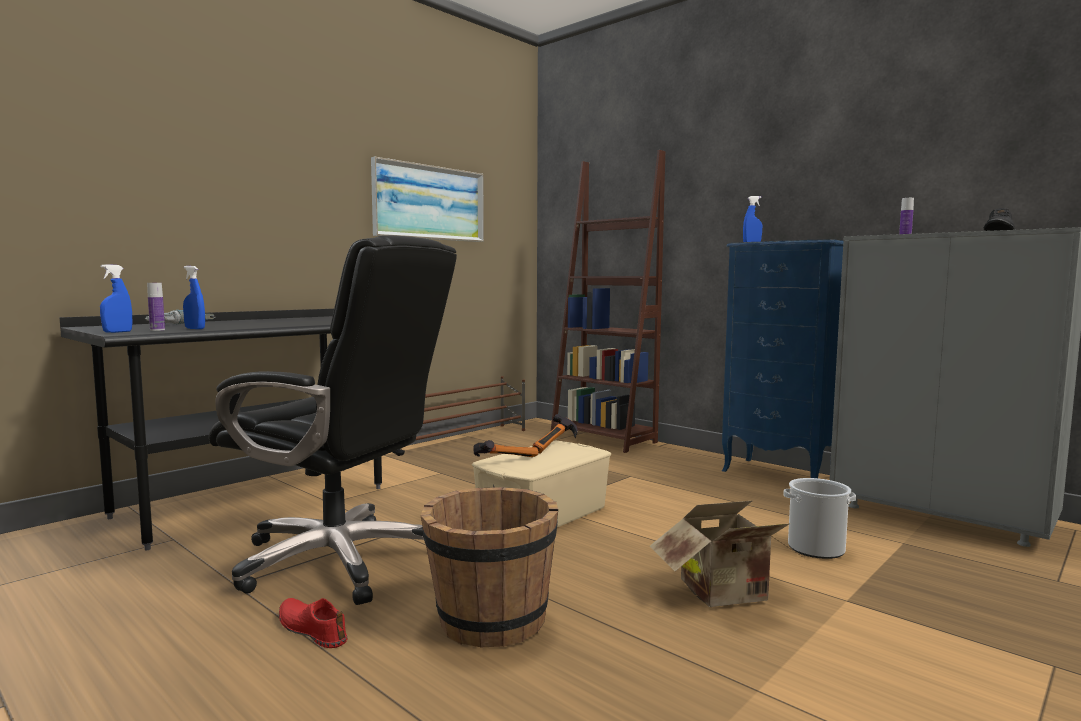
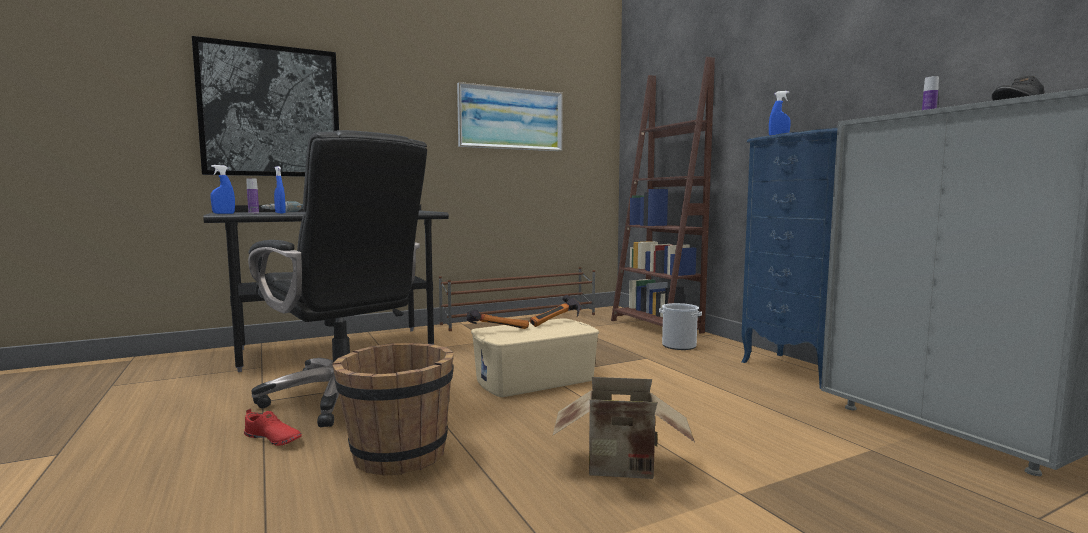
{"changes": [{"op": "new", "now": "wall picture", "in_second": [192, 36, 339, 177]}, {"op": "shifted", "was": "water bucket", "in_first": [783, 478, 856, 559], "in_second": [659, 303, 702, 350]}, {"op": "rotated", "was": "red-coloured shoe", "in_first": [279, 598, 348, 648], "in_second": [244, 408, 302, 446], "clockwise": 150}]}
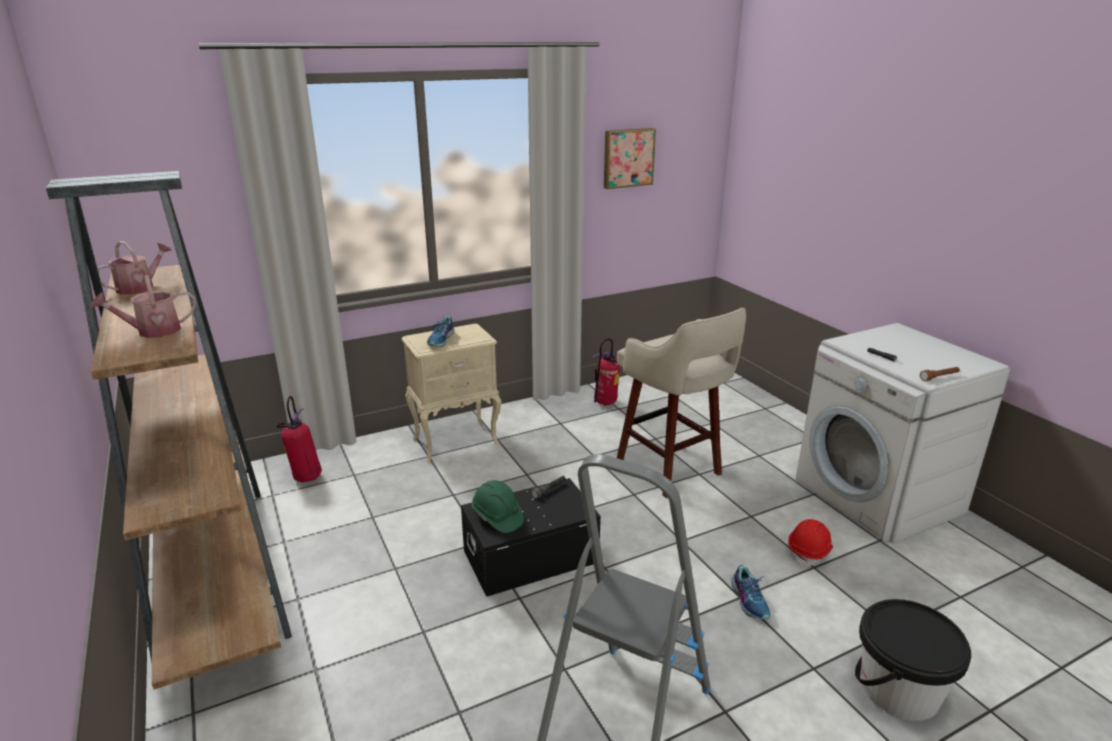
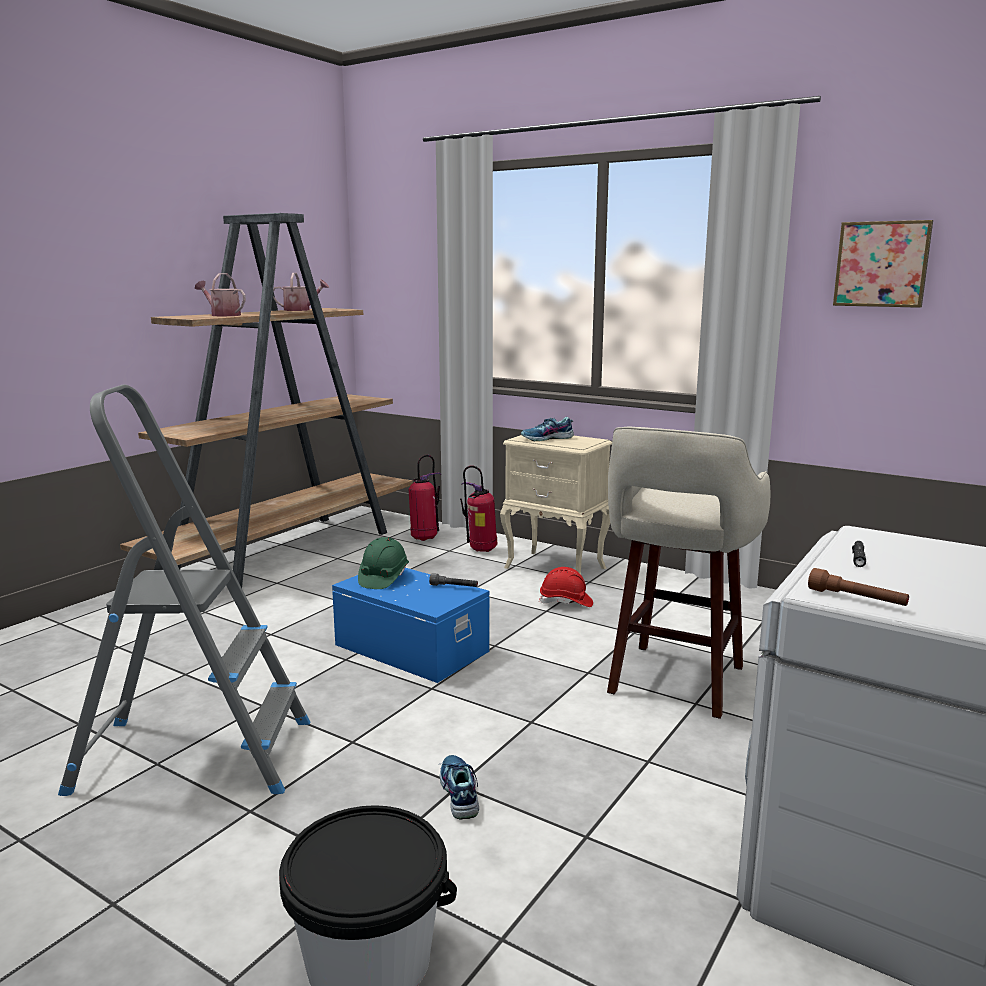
{"changes": [{"op": "shifted", "was": "fire-fighting cylinder", "in_first": [593, 339, 620, 406], "in_second": [460, 465, 497, 552]}, {"op": "shifted", "was": "red-coloured safety helmet", "in_first": [788, 519, 833, 567], "in_second": [539, 567, 593, 607]}, {"op": "repainted", "was": "black storage box", "now": "blue-coloured storage box", "in_first": [461, 478, 601, 597], "in_second": [332, 568, 489, 683]}, {"op": "rotated", "was": "shoe", "in_first": [731, 565, 771, 619], "in_second": [440, 755, 479, 820], "clockwise": 120}]}
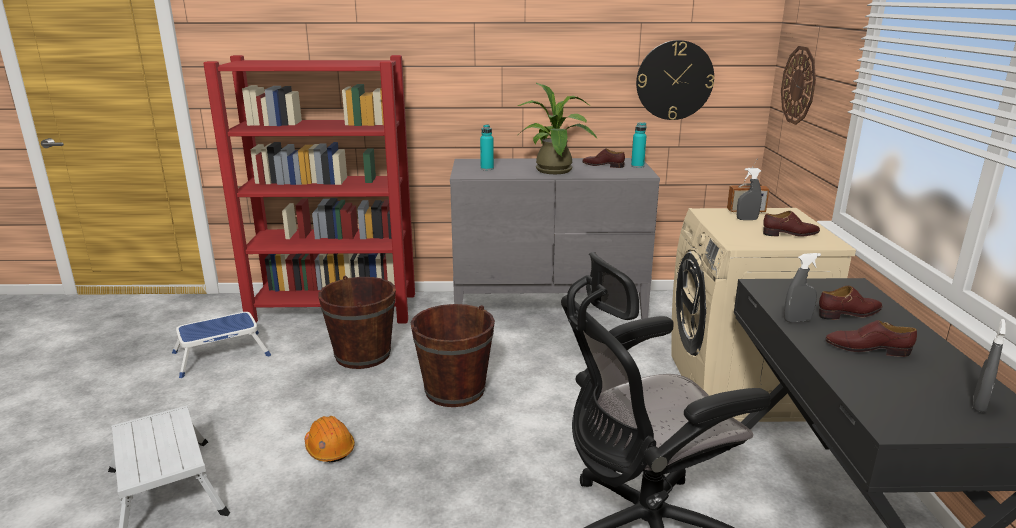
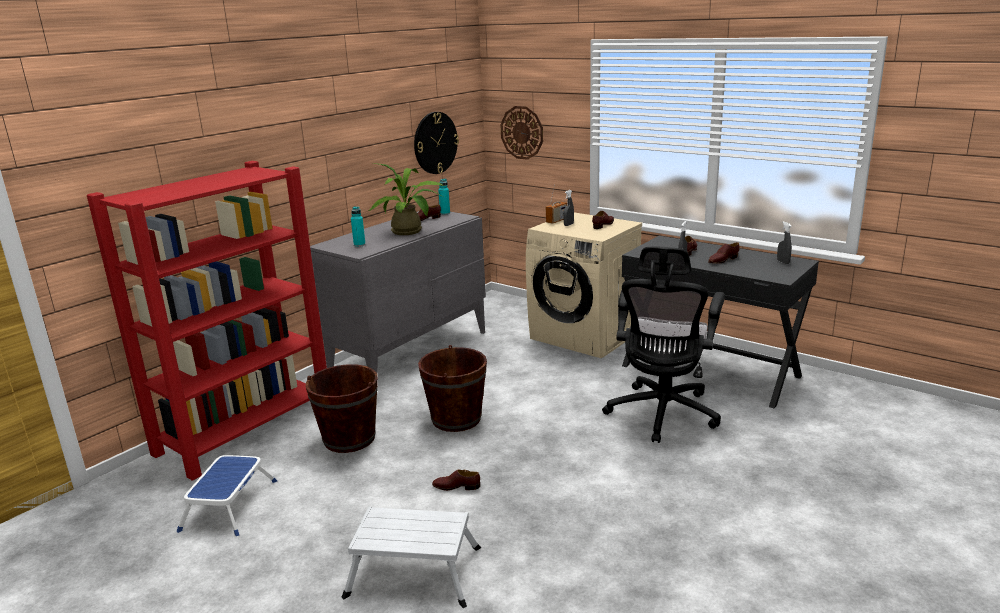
{"changes": [{"op": "swapped", "was": "orange-coloured safety helmet", "now": "brown shoe", "in_first": [305, 416, 355, 462], "in_second": [432, 470, 480, 491]}]}
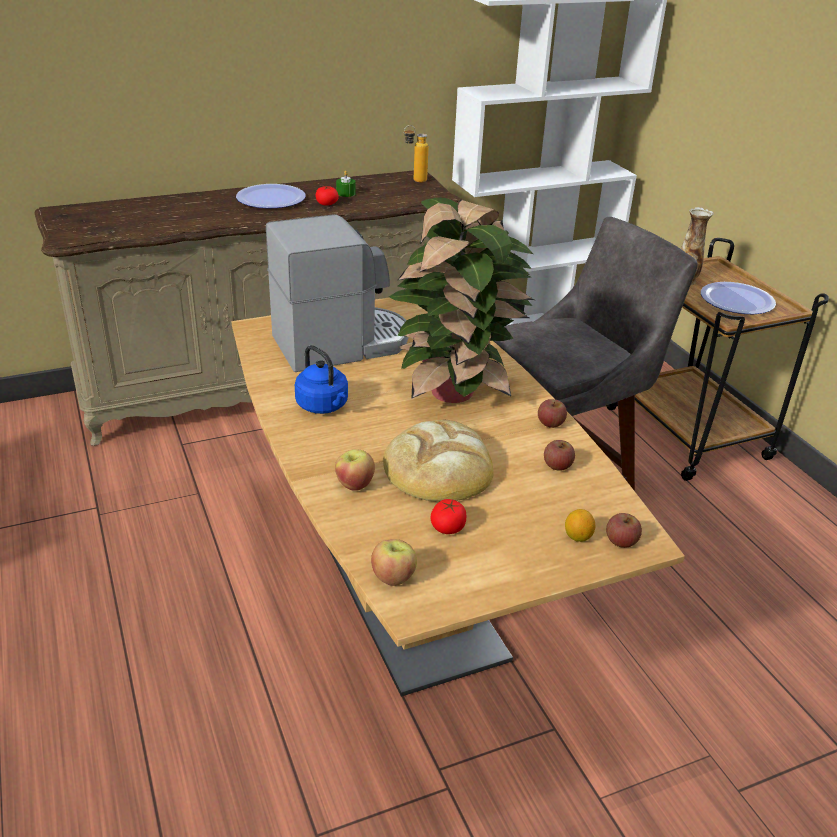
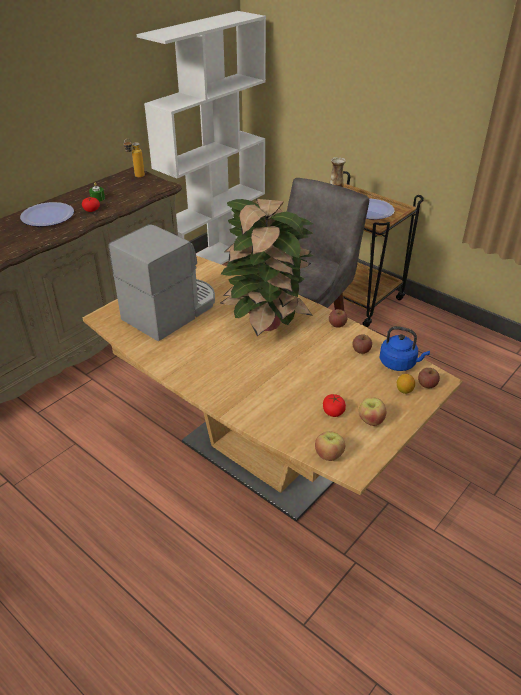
{"changes": [{"op": "gone", "was": "bakery bread", "in_first": [383, 420, 494, 501]}, {"op": "shifted", "was": "blue-coloured tea kettle", "in_first": [295, 345, 348, 414], "in_second": [380, 326, 430, 371]}, {"op": "shifted", "was": "apple", "in_first": [335, 449, 375, 491], "in_second": [359, 397, 386, 426]}]}
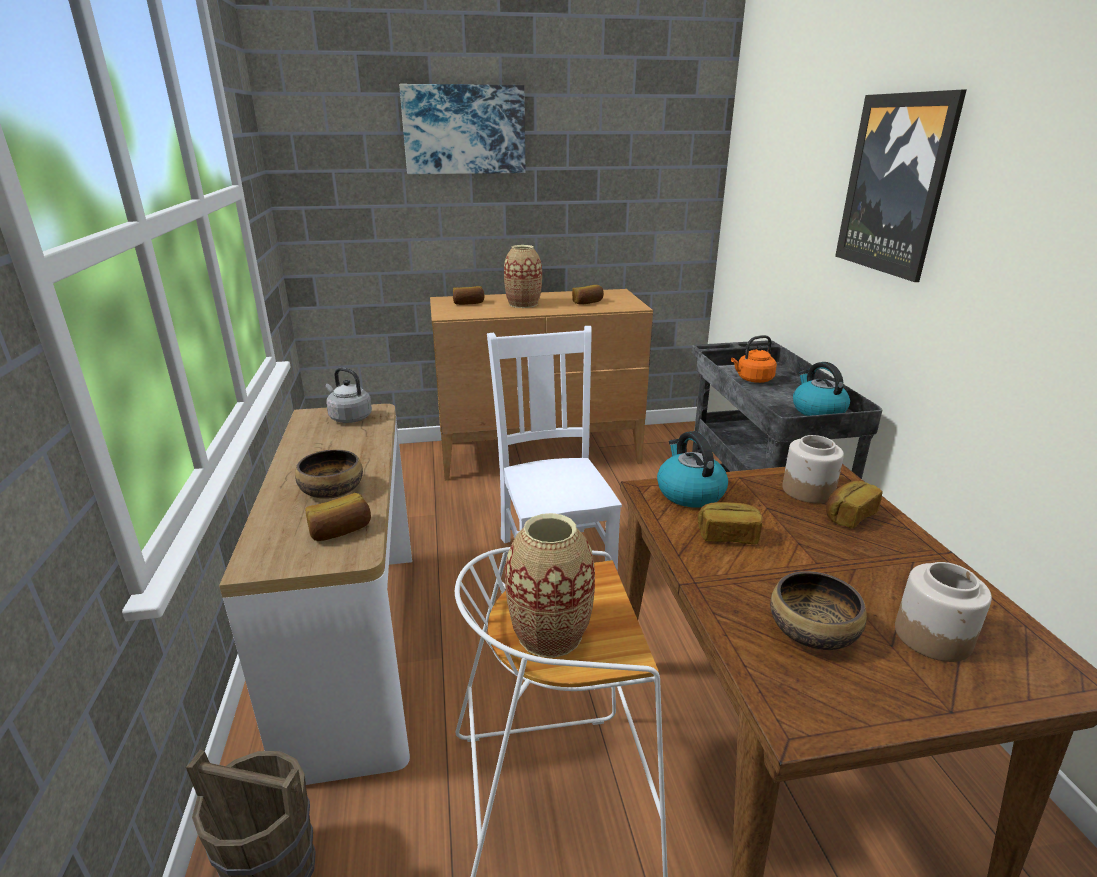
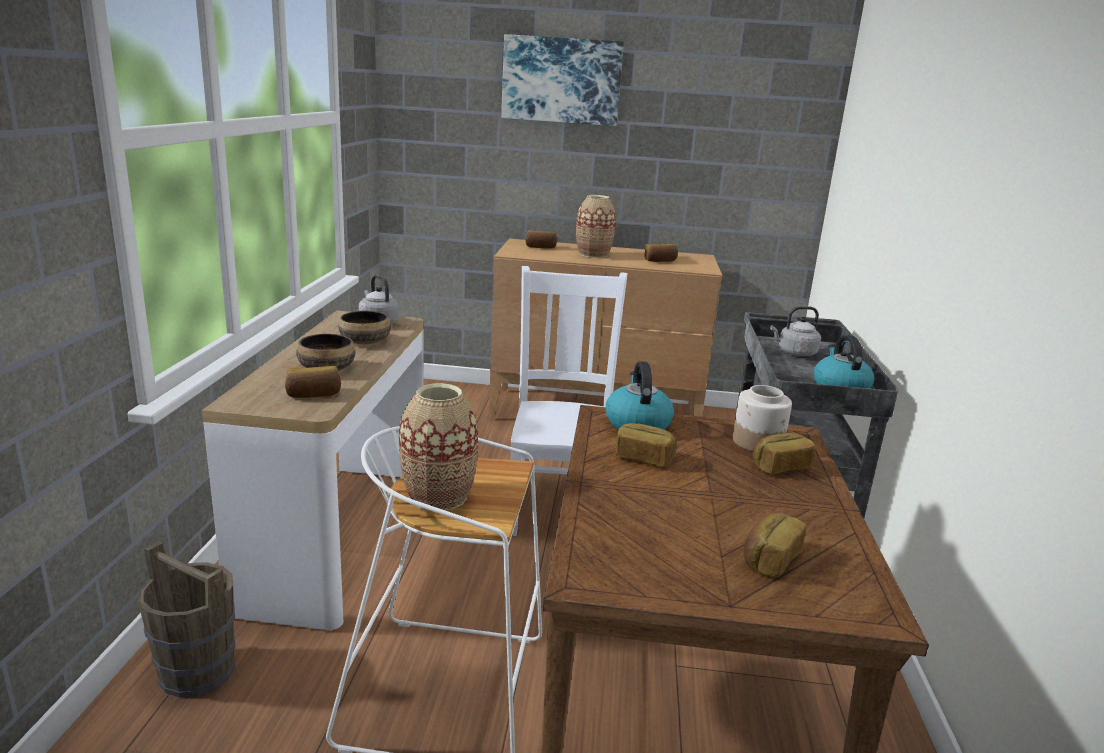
{"changes": [{"op": "gone", "was": "wall picture", "in_first": [835, 90, 966, 282]}, {"op": "shifted", "was": "bowl", "in_first": [770, 571, 867, 650], "in_second": [338, 311, 391, 344]}, {"op": "swapped", "was": "jar", "now": "bakery bread", "in_first": [895, 562, 992, 662], "in_second": [744, 513, 806, 577]}, {"op": "repainted", "was": "orange-coloured tea kettle", "now": "grey tea kettle", "in_first": [731, 335, 777, 383], "in_second": [770, 306, 821, 356]}]}
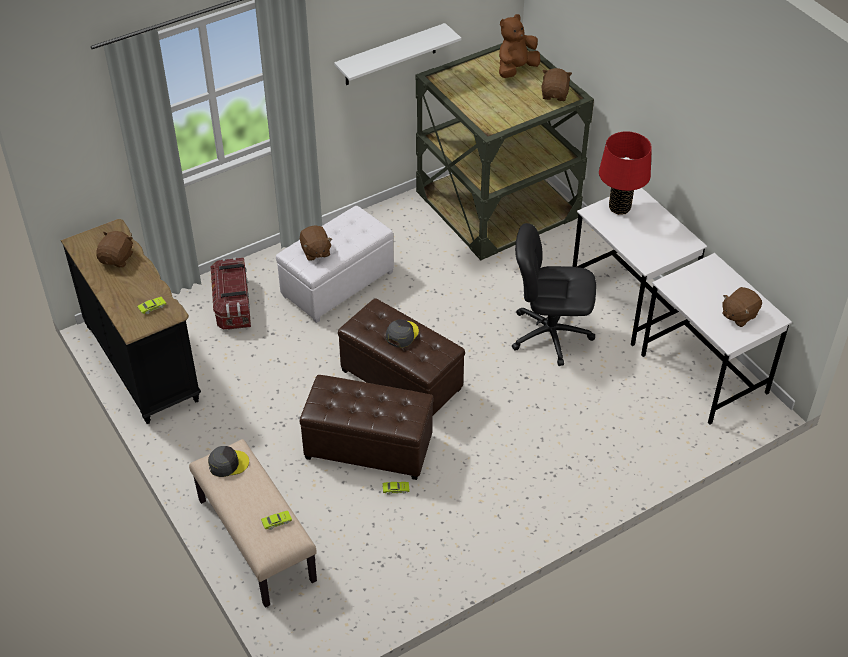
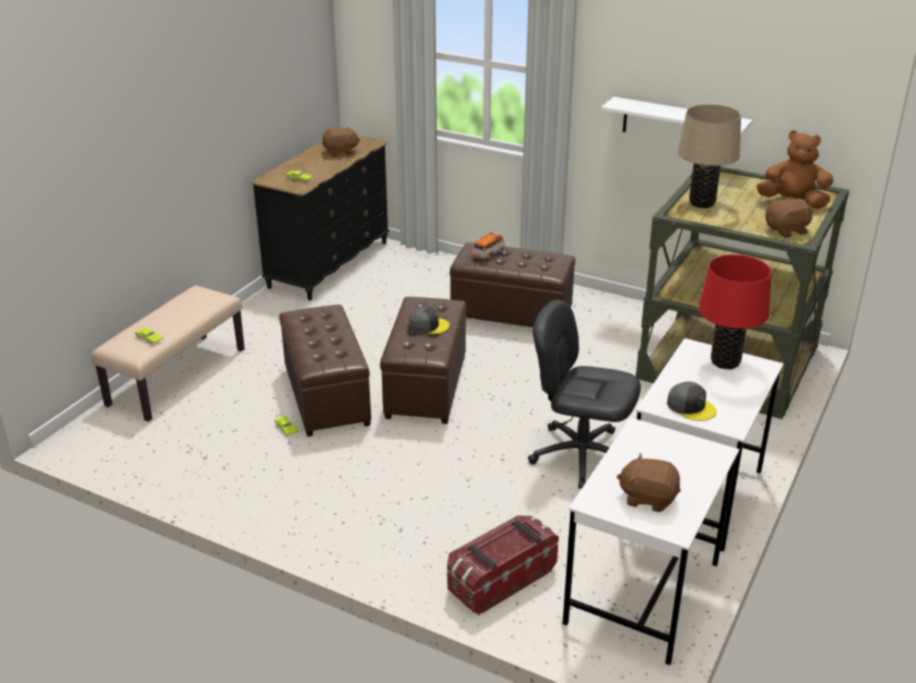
{"changes": [{"op": "new", "now": "sand-coloured table lamp", "in_second": [678, 104, 741, 208]}, {"op": "shifted", "was": "grey baseball cap", "in_first": [208, 446, 249, 477], "in_second": [667, 381, 717, 421]}, {"op": "shifted", "was": "storage box", "in_first": [211, 257, 251, 329], "in_second": [447, 515, 559, 615]}, {"op": "swapped", "was": "brown soft toy", "now": "model car", "in_first": [300, 225, 332, 261], "in_second": [472, 232, 505, 260]}, {"op": "repainted", "was": "whitish footrest", "now": "brown footrest", "in_first": [276, 206, 394, 323], "in_second": [450, 242, 575, 327]}, {"op": "rotated", "was": "black computer chair", "in_first": [512, 223, 596, 366], "in_second": [528, 300, 641, 489], "clockwise": -45}]}
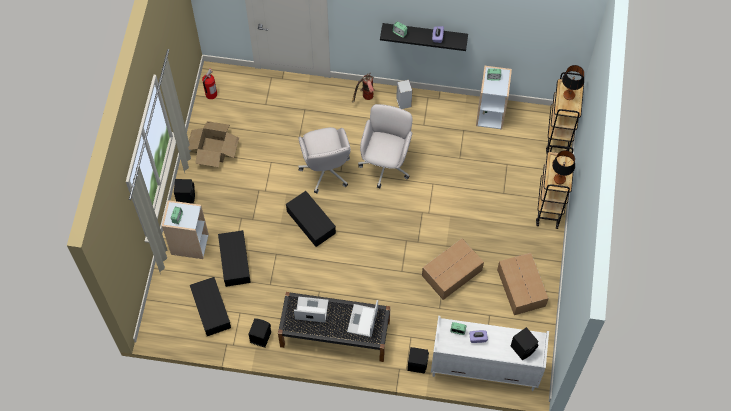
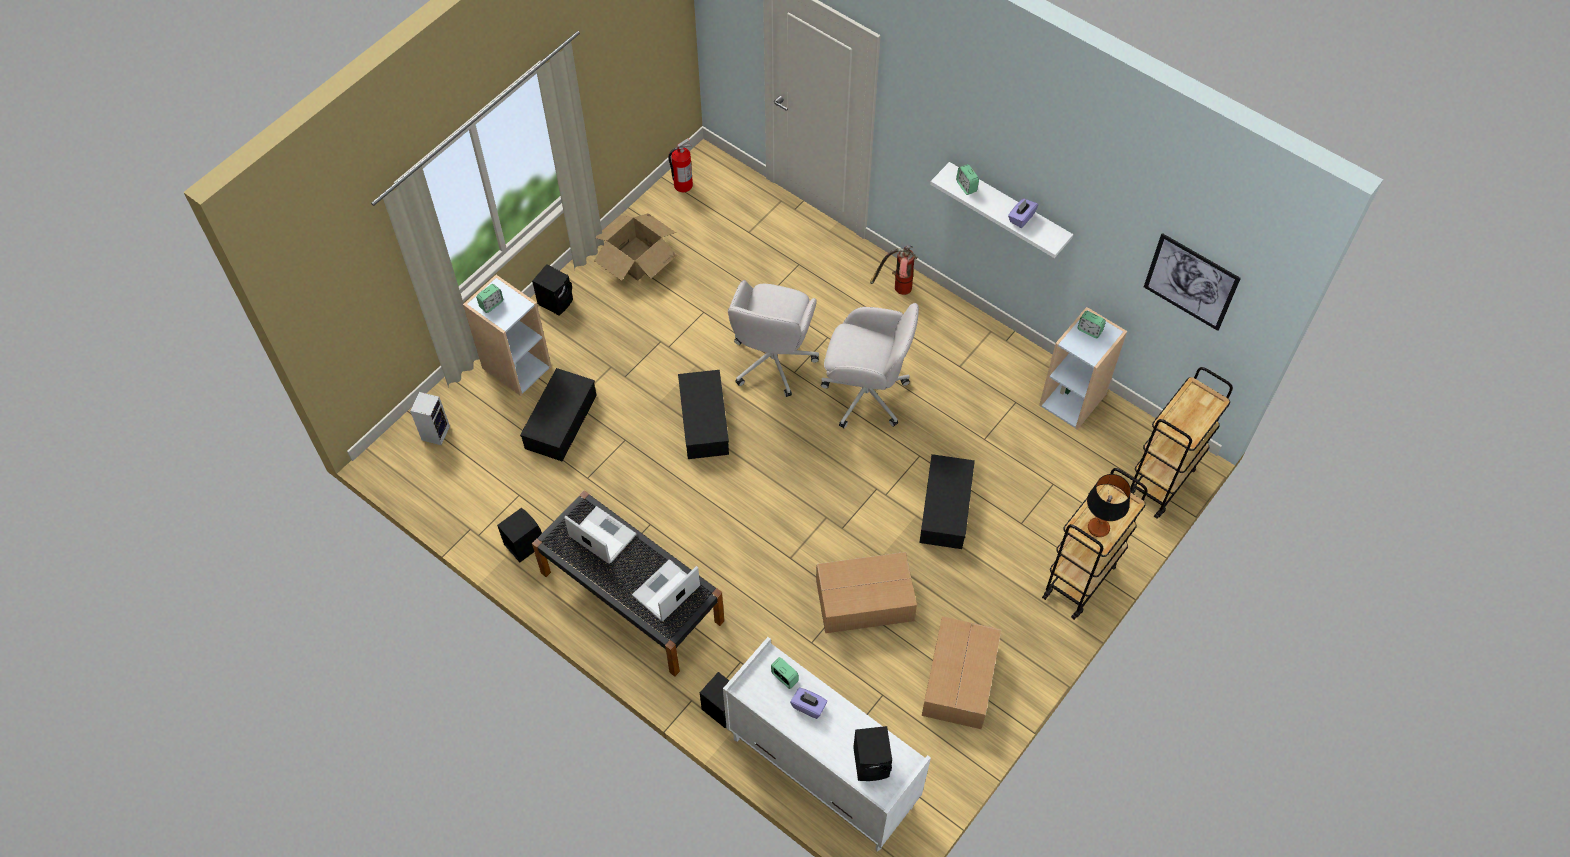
{"changes": [{"op": "gone", "was": "table lamp", "in_first": [562, 65, 584, 100]}, {"op": "new", "now": "wall picture", "in_second": [1144, 233, 1241, 331]}, {"op": "shifted", "was": "black storage box", "in_first": [190, 277, 231, 336], "in_second": [919, 454, 975, 549]}, {"op": "shifted", "was": "speaker", "in_first": [396, 80, 412, 109], "in_second": [410, 392, 450, 445]}, {"op": "repainted", "was": "black wall shelf", "now": "whitish wall shelf", "in_first": [380, 23, 468, 51], "in_second": [930, 162, 1073, 258]}, {"op": "rotated", "was": "whitish computer chair", "in_first": [358, 104, 413, 188], "in_second": [821, 303, 919, 428], "clockwise": 60}]}
